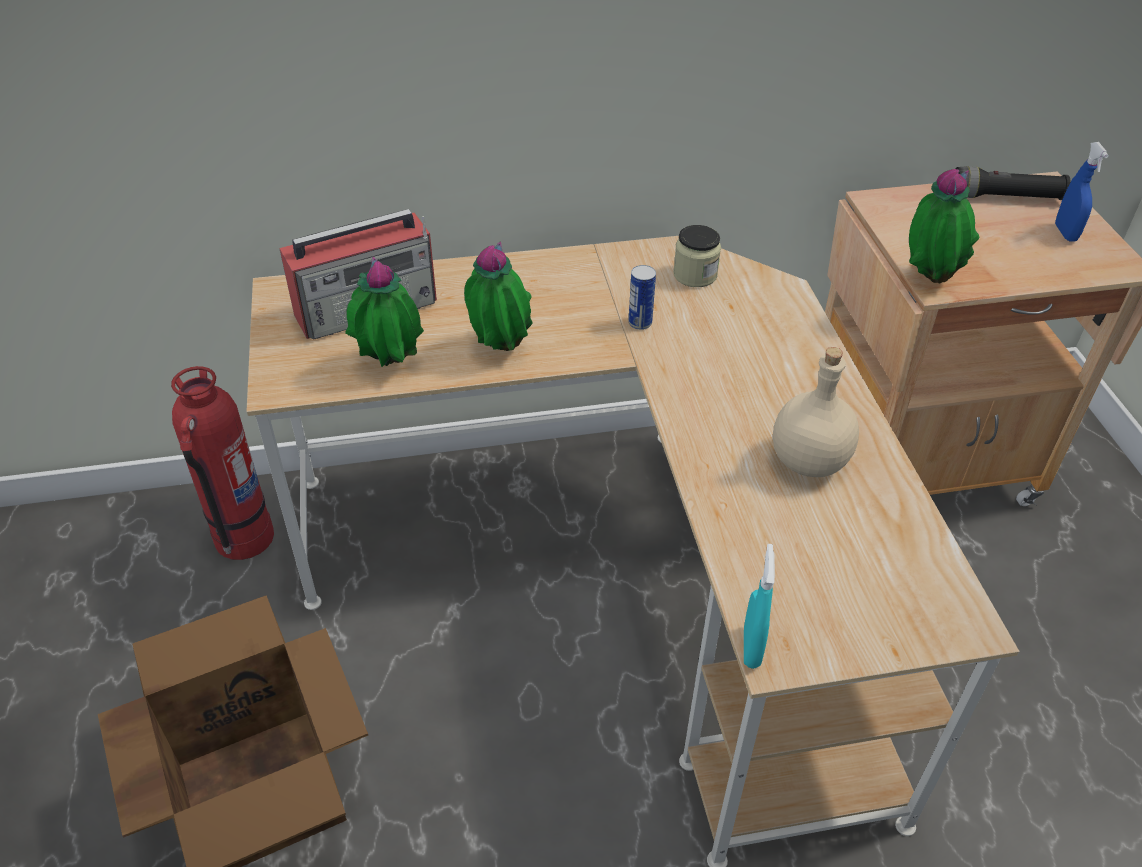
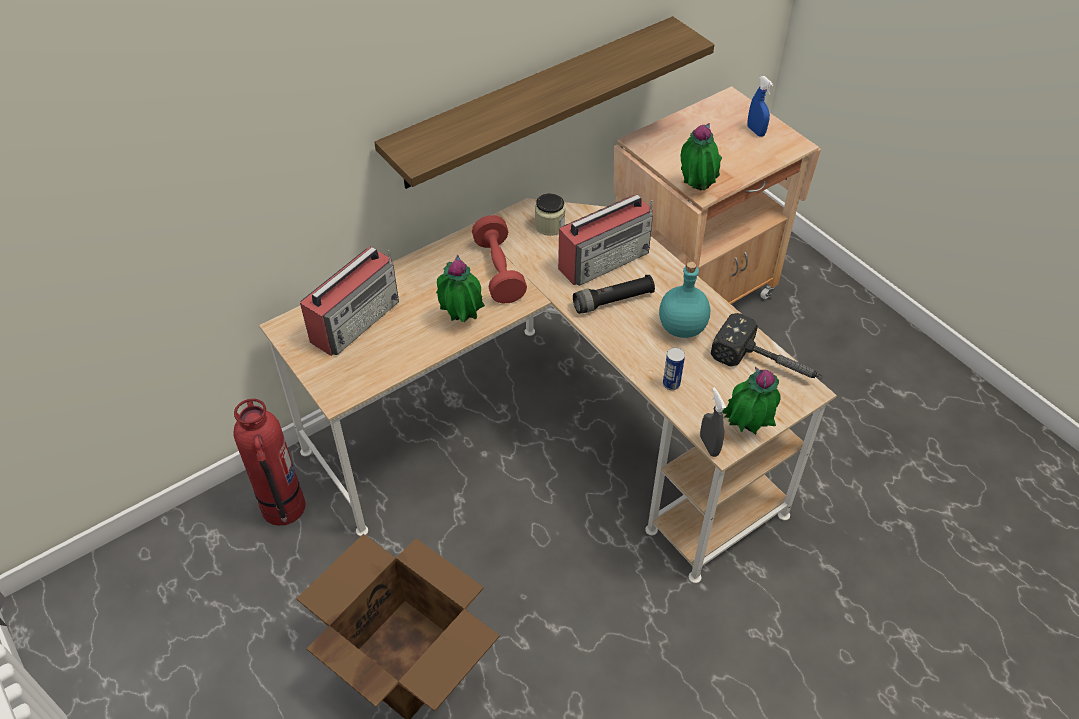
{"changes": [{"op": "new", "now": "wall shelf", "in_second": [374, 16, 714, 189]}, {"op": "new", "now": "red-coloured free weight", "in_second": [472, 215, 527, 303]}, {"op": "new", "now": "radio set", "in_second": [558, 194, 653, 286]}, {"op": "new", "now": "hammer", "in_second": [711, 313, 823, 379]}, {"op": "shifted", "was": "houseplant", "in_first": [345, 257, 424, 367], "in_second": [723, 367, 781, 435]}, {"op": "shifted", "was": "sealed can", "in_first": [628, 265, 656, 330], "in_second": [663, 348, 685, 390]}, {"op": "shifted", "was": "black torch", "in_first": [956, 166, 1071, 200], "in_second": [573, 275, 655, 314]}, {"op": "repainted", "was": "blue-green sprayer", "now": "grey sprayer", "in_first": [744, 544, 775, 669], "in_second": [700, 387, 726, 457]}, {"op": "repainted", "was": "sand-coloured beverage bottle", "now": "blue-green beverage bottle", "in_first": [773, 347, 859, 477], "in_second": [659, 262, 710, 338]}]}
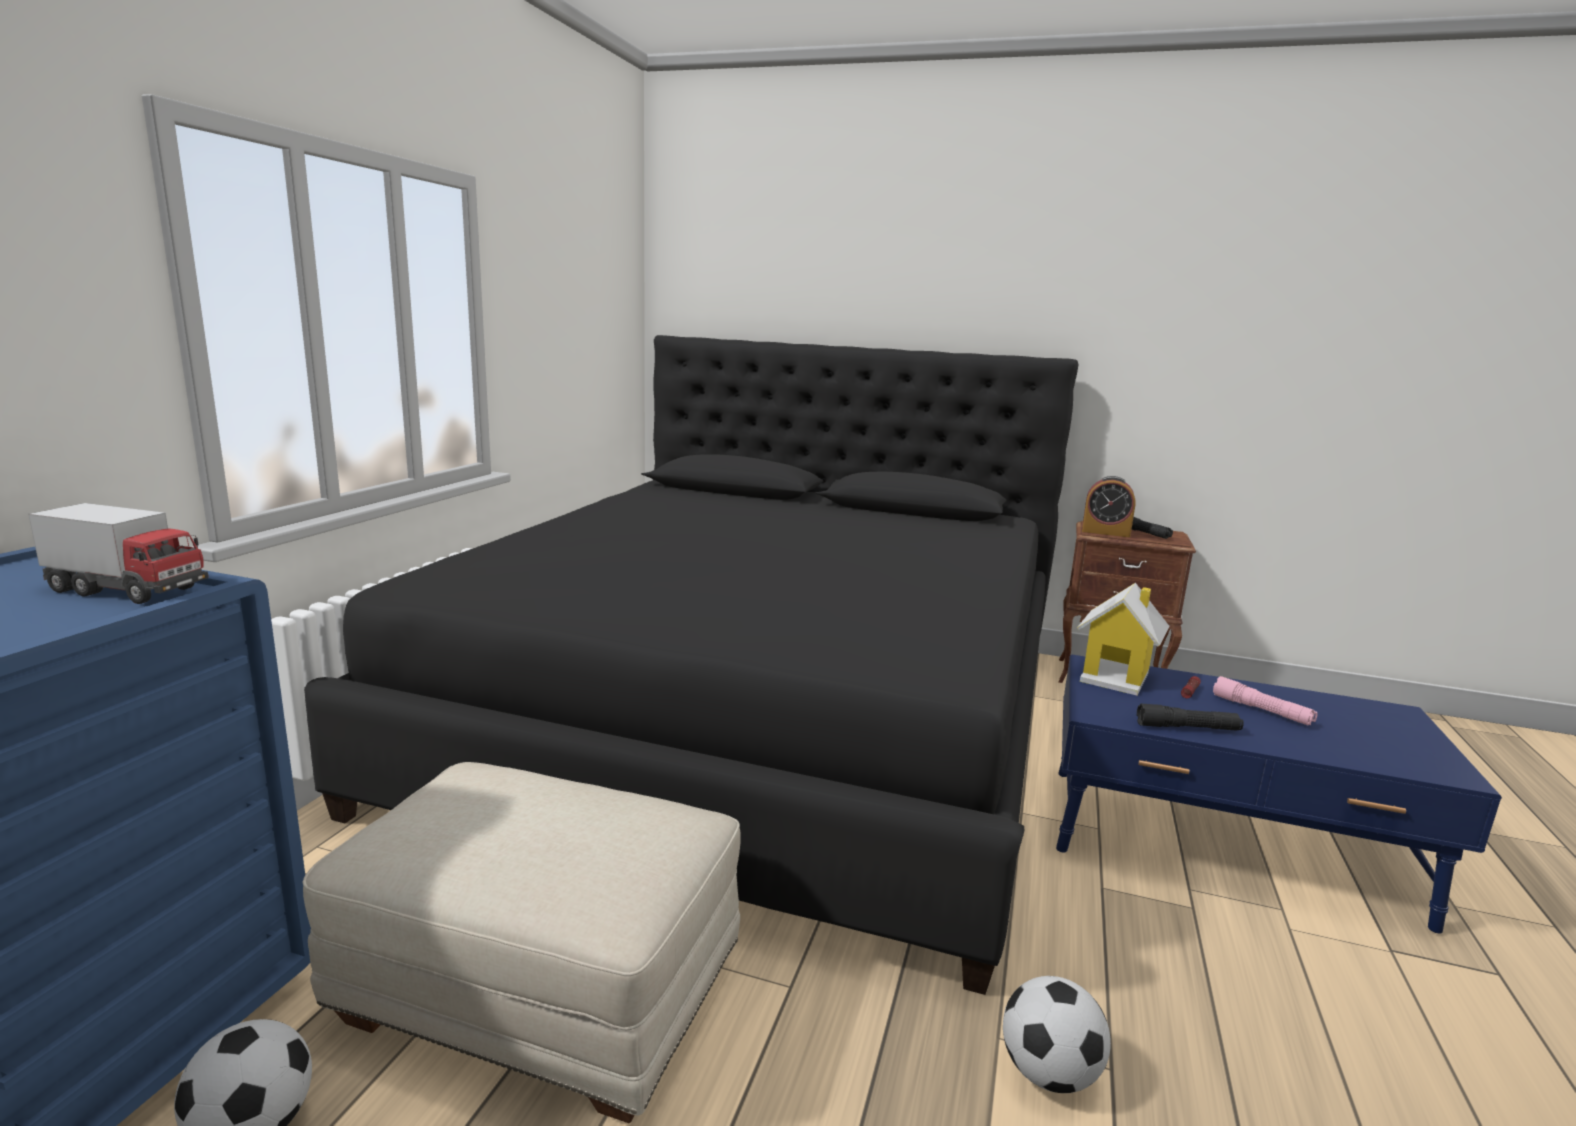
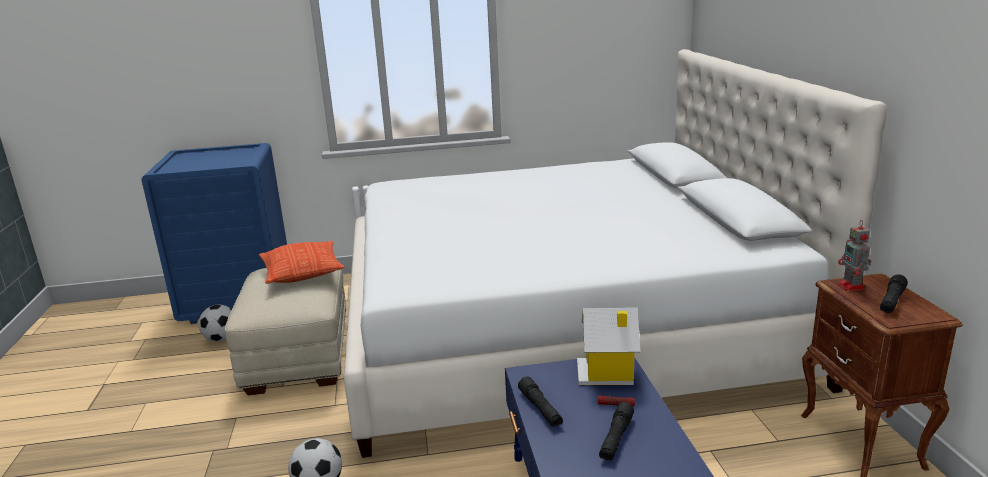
{"changes": [{"op": "gone", "was": "toy truck", "in_first": [28, 503, 209, 604]}, {"op": "new", "now": "orange-coloured cushion", "in_second": [259, 241, 345, 284]}, {"op": "swapped", "was": "alarm clock", "now": "toy robot", "in_first": [1082, 476, 1135, 537], "in_second": [838, 221, 871, 292]}, {"op": "repainted", "was": "black bed", "now": "whitish bed", "in_first": [304, 335, 1079, 995], "in_second": [344, 49, 887, 458]}, {"op": "repainted", "was": "pink-coloured torch", "now": "black torch", "in_first": [1213, 676, 1318, 725], "in_second": [599, 402, 634, 461]}]}
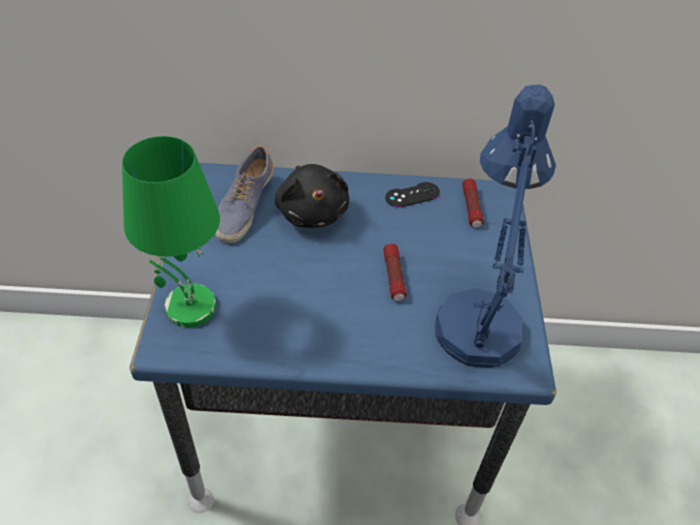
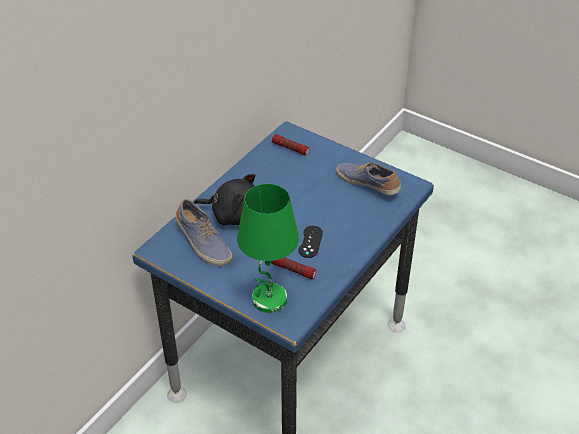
{"changes": [{"op": "shifted", "was": "torch", "in_first": [383, 244, 407, 301], "in_second": [271, 257, 316, 279]}, {"op": "shifted", "was": "black gamepad", "in_first": [385, 182, 440, 207], "in_second": [299, 226, 323, 258]}, {"op": "swapped", "was": "blue-coloured table lamp", "now": "shoe", "in_first": [435, 84, 556, 368], "in_second": [336, 162, 401, 195]}]}
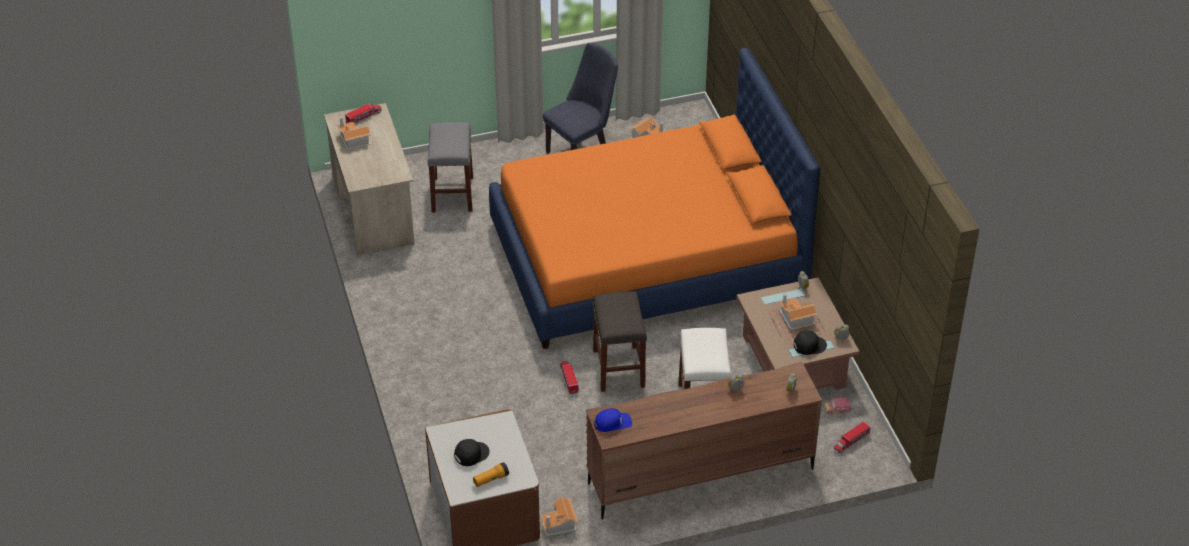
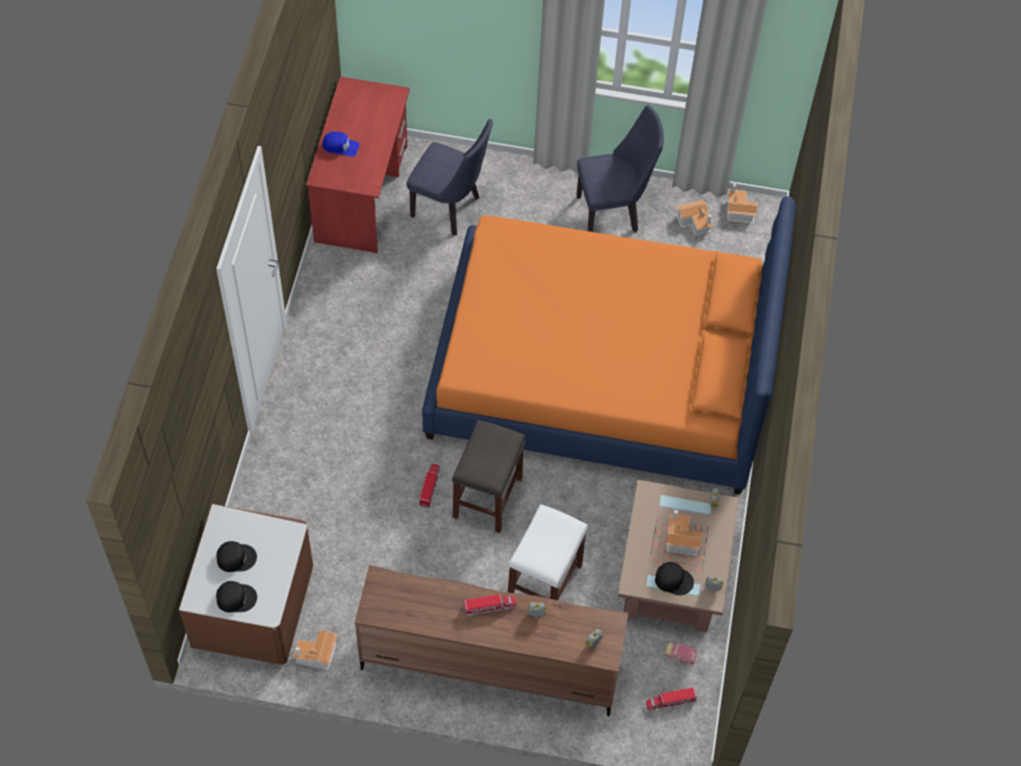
{"changes": [{"op": "shifted", "was": "toy house", "in_first": [338, 116, 371, 150], "in_second": [727, 184, 758, 223]}, {"op": "shifted", "was": "toy truck", "in_first": [345, 104, 382, 124], "in_second": [462, 594, 517, 616]}, {"op": "shifted", "was": "blue-coloured baseball cap", "in_first": [594, 408, 632, 432], "in_second": [322, 132, 359, 157]}, {"op": "swapped", "was": "grey sitting stool", "now": "blue-coloured plain chair", "in_first": [428, 122, 473, 212], "in_second": [406, 119, 493, 236]}, {"op": "swapped", "was": "torch", "now": "black baseball cap", "in_first": [473, 462, 509, 487], "in_second": [216, 581, 257, 612]}, {"op": "repainted", "was": "sand-coloured desk unit", "now": "red-coloured desk unit", "in_first": [324, 103, 415, 255], "in_second": [306, 77, 410, 253]}]}
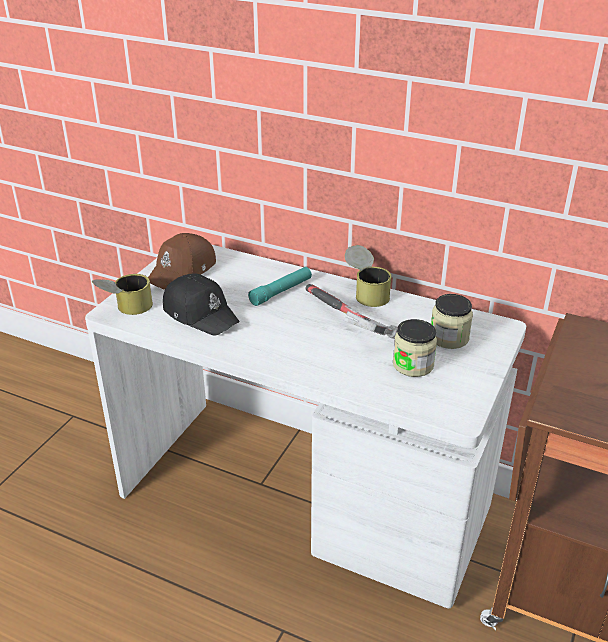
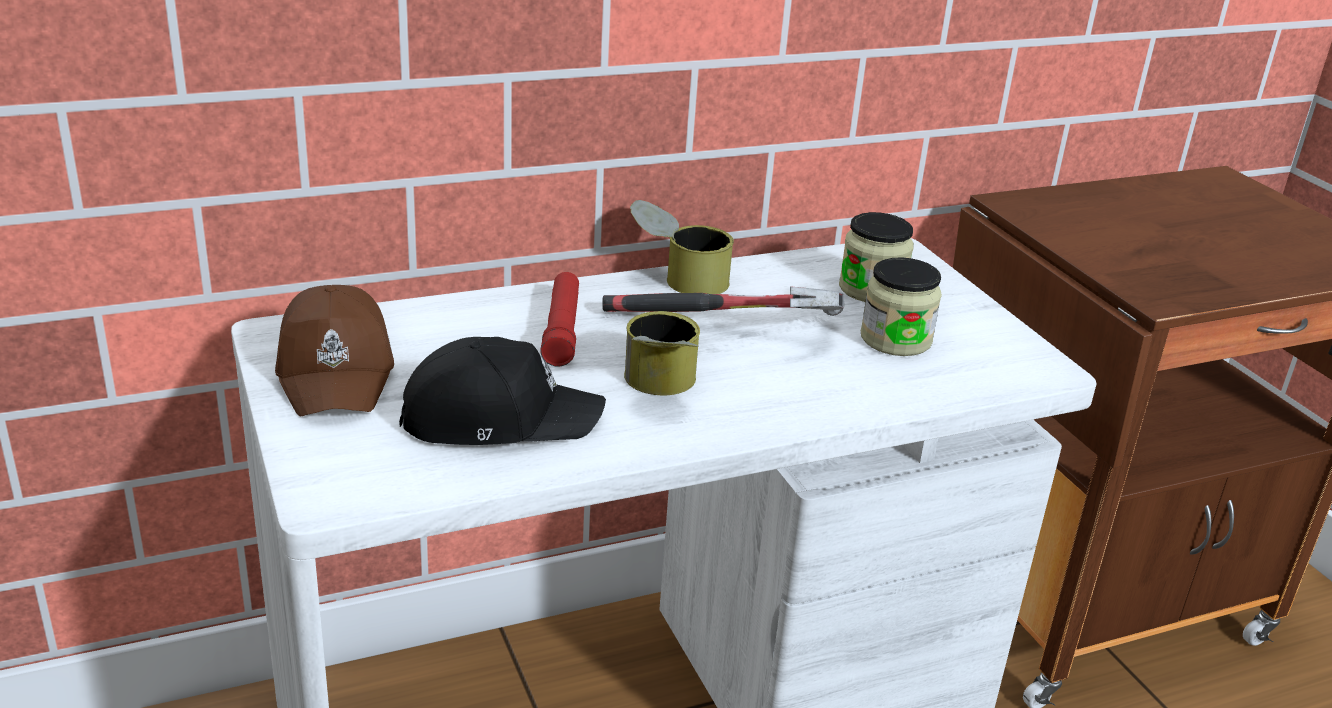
{"changes": [{"op": "shifted", "was": "sealed can", "in_first": [92, 274, 153, 315], "in_second": [624, 311, 700, 396]}, {"op": "repainted", "was": "blue-green torch", "now": "red-coloured torch", "in_first": [248, 267, 312, 306], "in_second": [540, 272, 579, 367]}]}
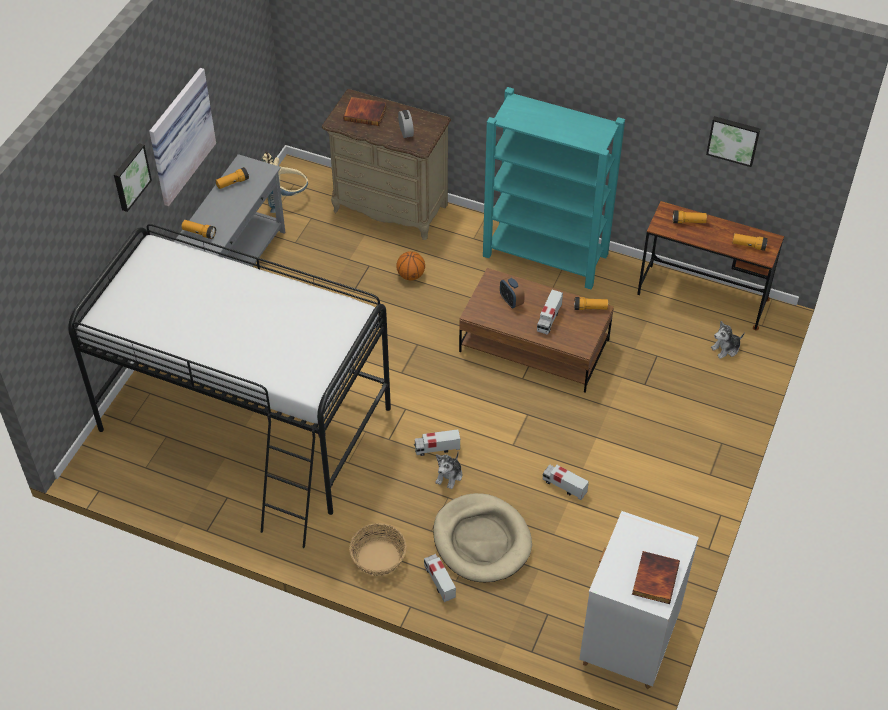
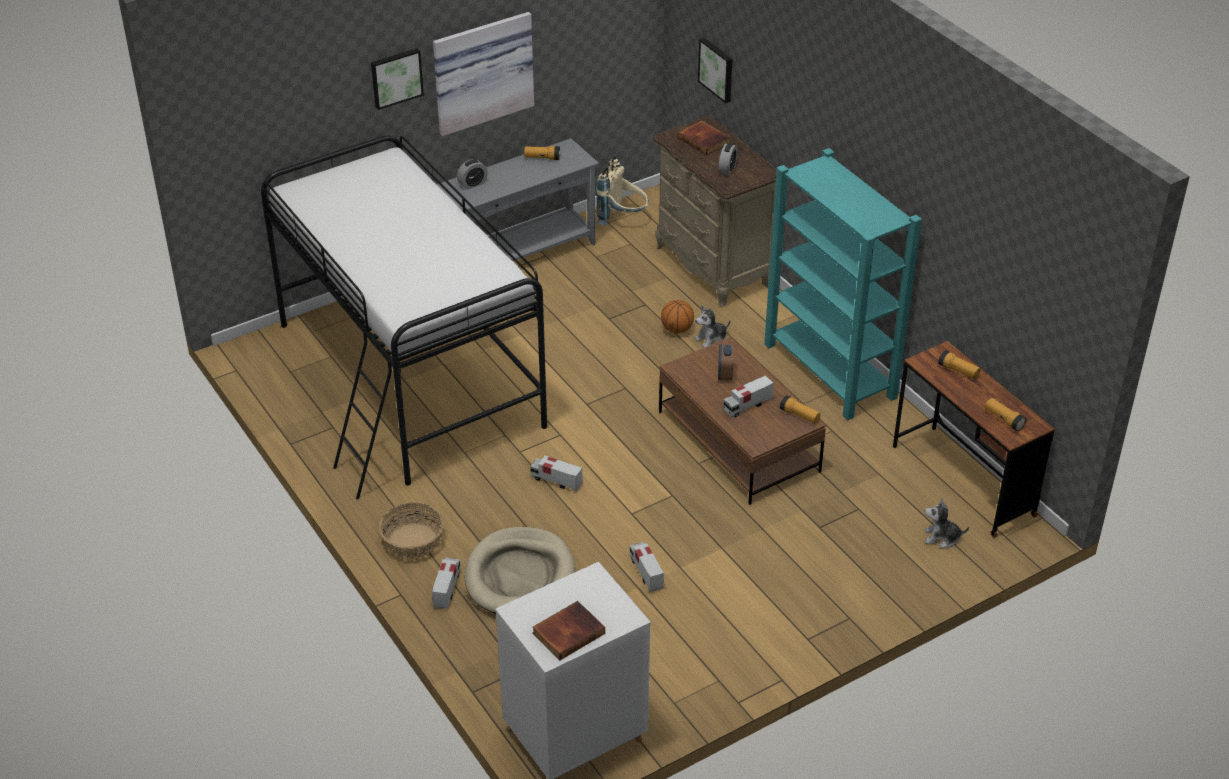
{"changes": [{"op": "shifted", "was": "soft toy", "in_first": [436, 452, 462, 489], "in_second": [694, 305, 731, 348]}, {"op": "shifted", "was": "wall picture", "in_first": [706, 116, 760, 167], "in_second": [698, 38, 732, 103]}, {"op": "swapped", "was": "torch", "now": "alarm clock", "in_first": [182, 220, 216, 239], "in_second": [457, 159, 488, 190]}]}
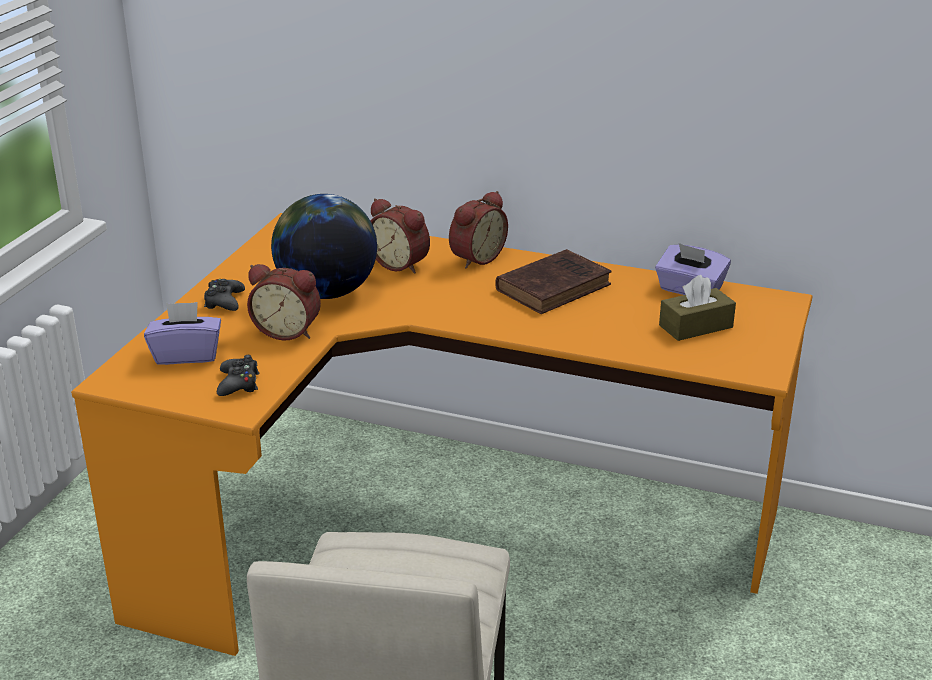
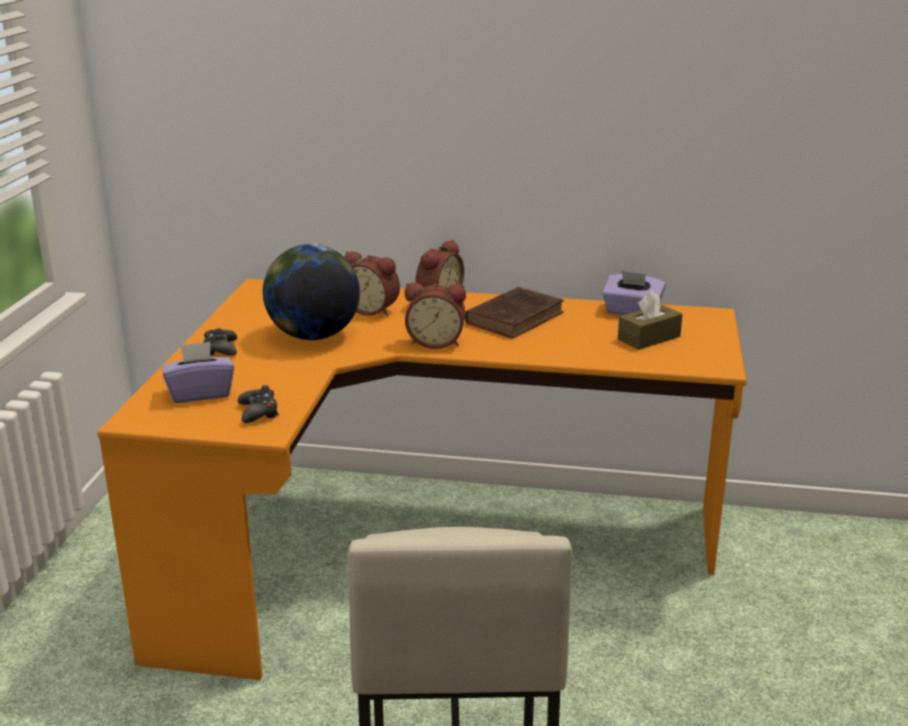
{"changes": [{"op": "shifted", "was": "alarm clock", "in_first": [247, 264, 321, 340], "in_second": [405, 283, 466, 349]}]}
